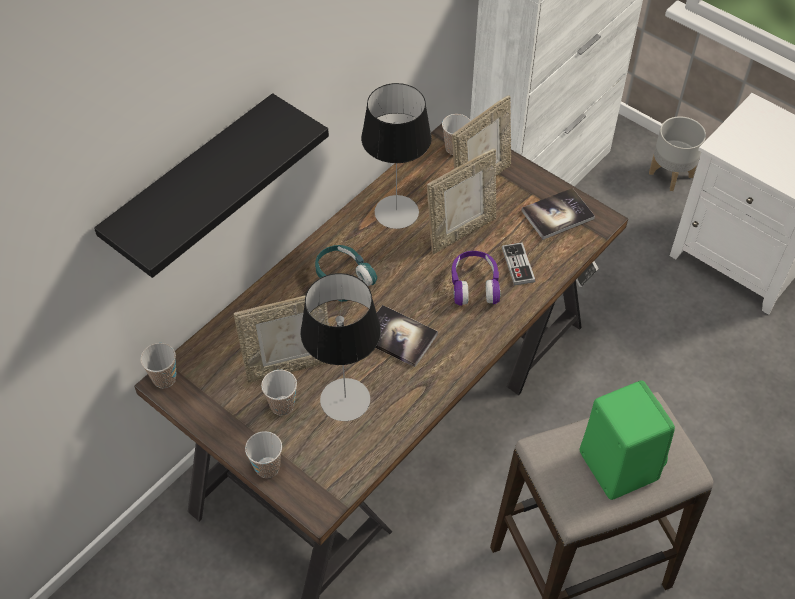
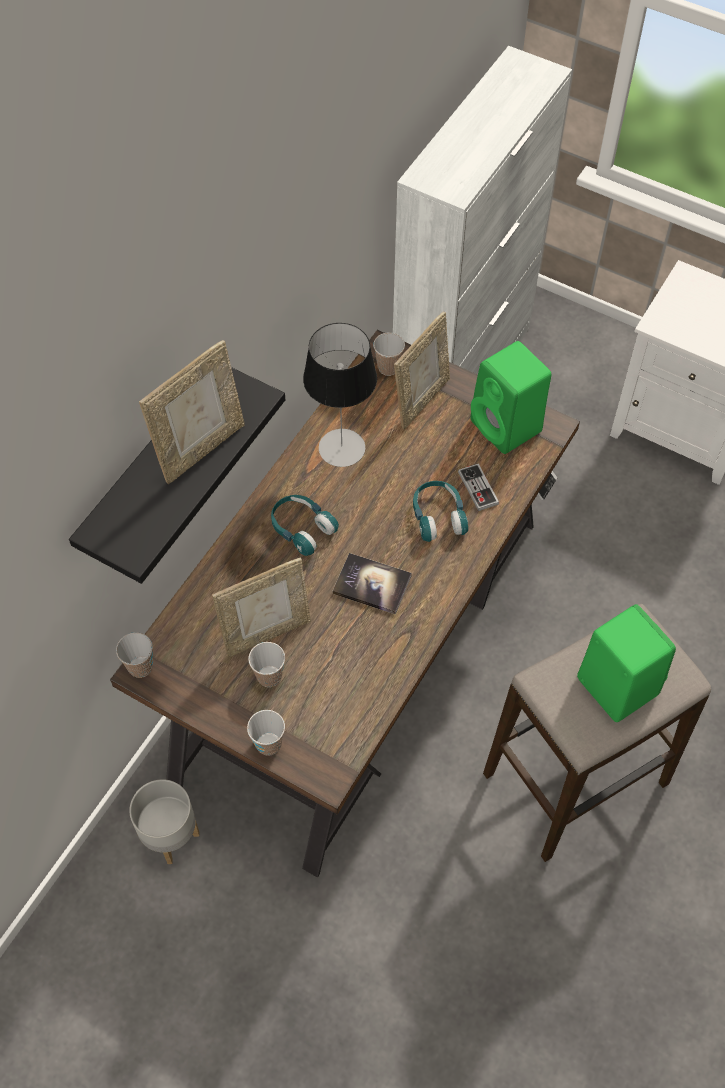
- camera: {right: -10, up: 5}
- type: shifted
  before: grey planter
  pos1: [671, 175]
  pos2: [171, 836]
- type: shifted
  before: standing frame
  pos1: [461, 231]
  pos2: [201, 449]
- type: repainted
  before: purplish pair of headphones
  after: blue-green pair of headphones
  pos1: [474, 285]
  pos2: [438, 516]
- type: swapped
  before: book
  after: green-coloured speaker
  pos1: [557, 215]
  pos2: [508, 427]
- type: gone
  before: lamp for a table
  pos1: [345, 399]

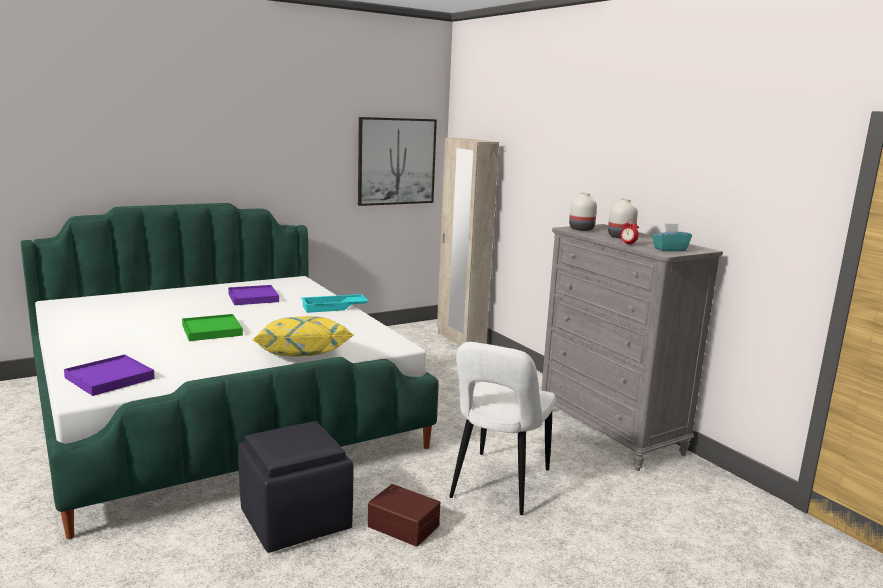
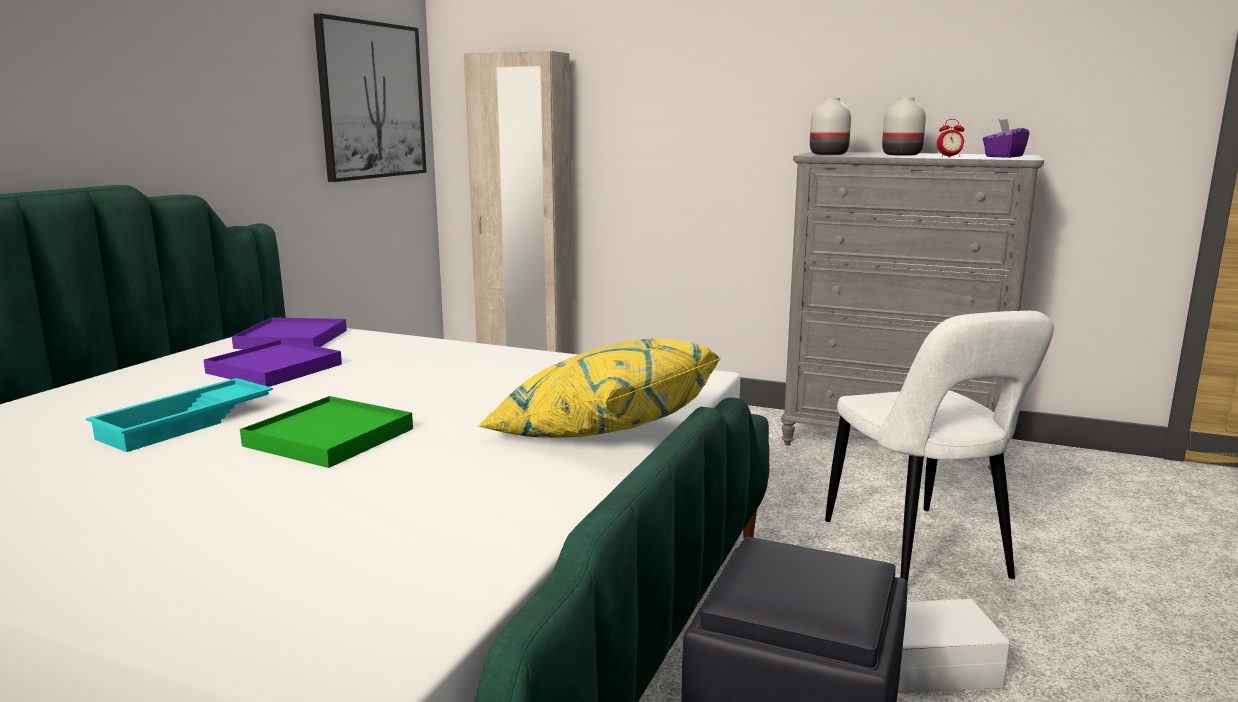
- camera: {right: -35, up: 0}
- type: shifted
  before: blue-green tray
  pos1: [334, 307]
  pos2: [186, 423]
- type: shifted
  before: purplish tray
  pos1: [109, 378]
  pos2: [292, 339]
- type: repainted
  before: brown storage bin
  after: white storage bin
  pos1: [404, 525]
  pos2: [932, 664]
- type: repainted
  before: blue-green tissue holder
  after: purplish tissue holder
  pos1: [669, 249]
  pos2: [1003, 156]

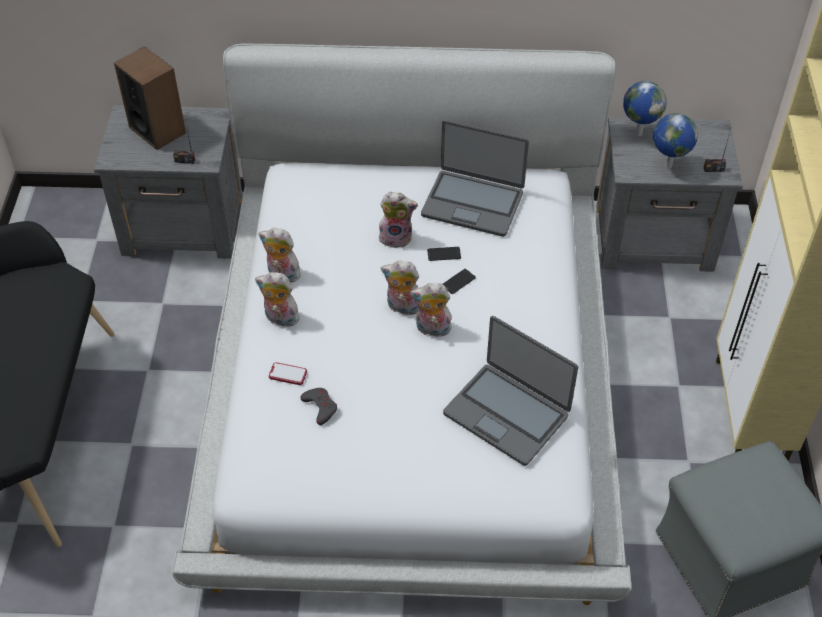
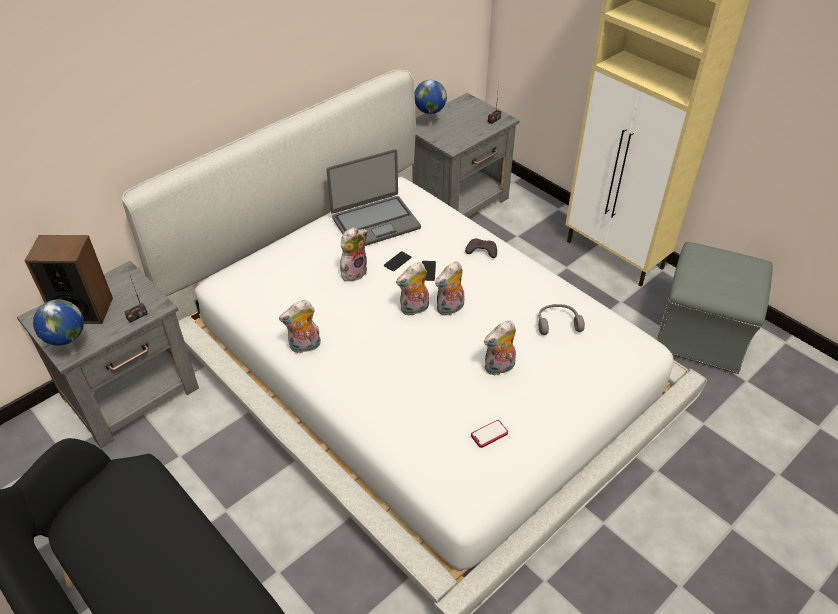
- camera: {right: -45, up: -5}
- type: shifted
  before: globe
  pos1: [667, 166]
  pos2: [71, 352]
- type: shifted
  before: grey gamepad
  pos1: [320, 407]
  pos2: [481, 250]
- type: shifted
  before: telephone
  pos1: [288, 374]
  pos2: [489, 434]
- type: shifted
  before: cuddly toy
  pos1: [280, 319]
  pos2: [499, 368]
- type: swapped
  before: portable computer
  after: grey pair of headphones
  pos1: [507, 413]
  pos2: [557, 323]

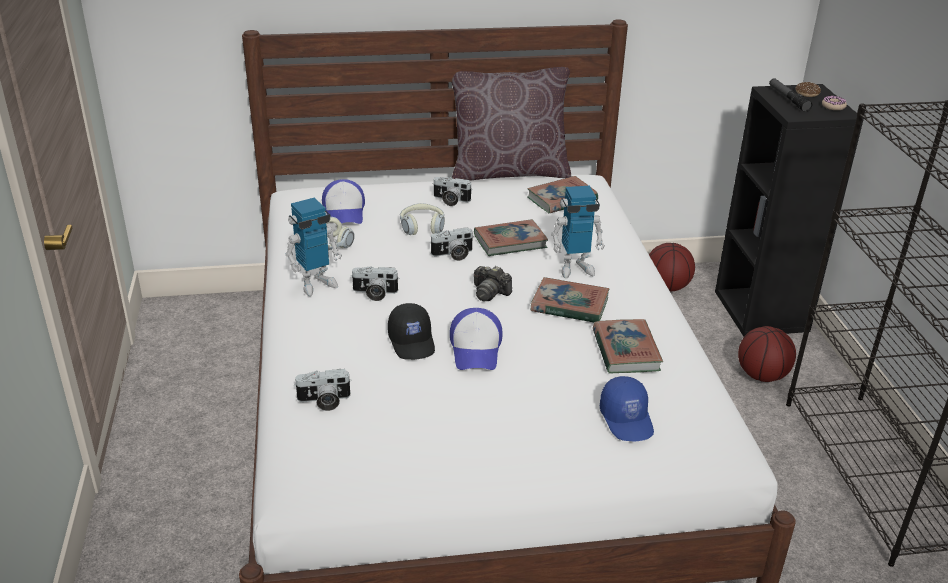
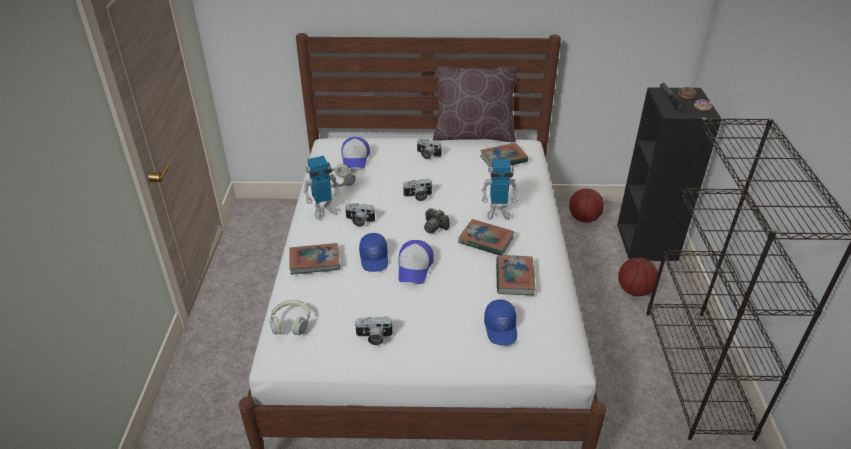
- camera: {right: 10, up: 5}
- type: shifted
  before: pair of headphones
  pos1: [422, 226]
  pos2: [291, 322]
- type: shifted
  before: book
  pos1: [510, 242]
  pos2: [314, 261]
- type: shifted
  before: still camera
  pos1: [324, 401]
  pos2: [374, 337]
- type: repainted
  before: blackish peaked cap
  after: blue-coloured peaked cap
  pos1: [412, 342]
  pos2: [375, 258]

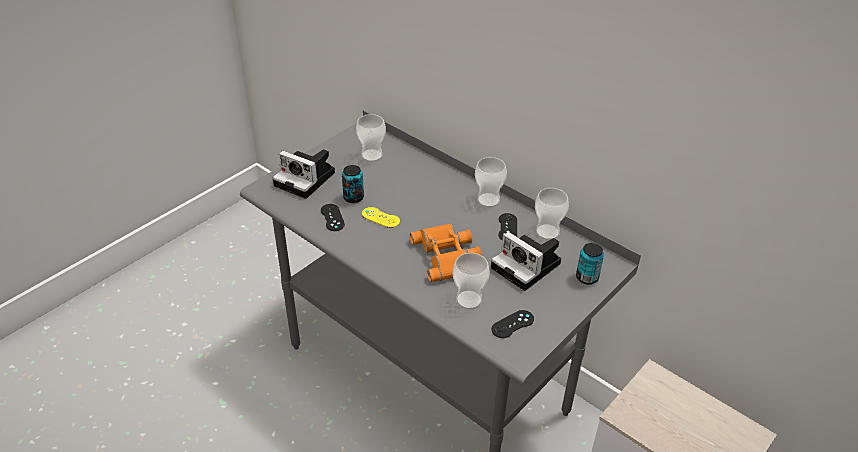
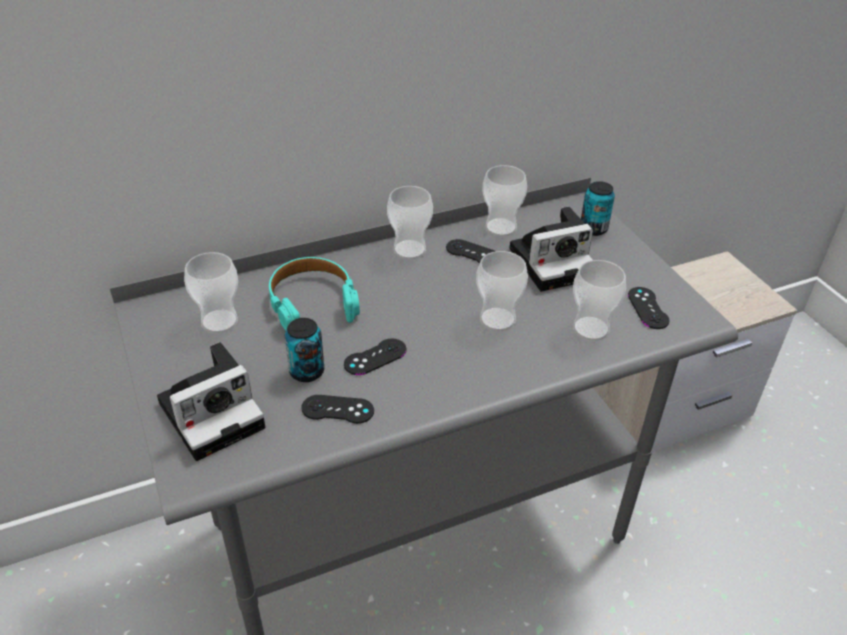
- camera: {right: -65, up: 0}
- type: new
  after: blue-green pair of headphones
  pos2: [312, 302]
- type: repainted
  before: yellow-coloured gamepad
  after: blackish gamepad
  pos1: [380, 217]
  pos2: [375, 357]
- type: swapped
  before: orange-coloured pair of binoculars
  after: cup
  pos1: [447, 256]
  pos2: [497, 319]

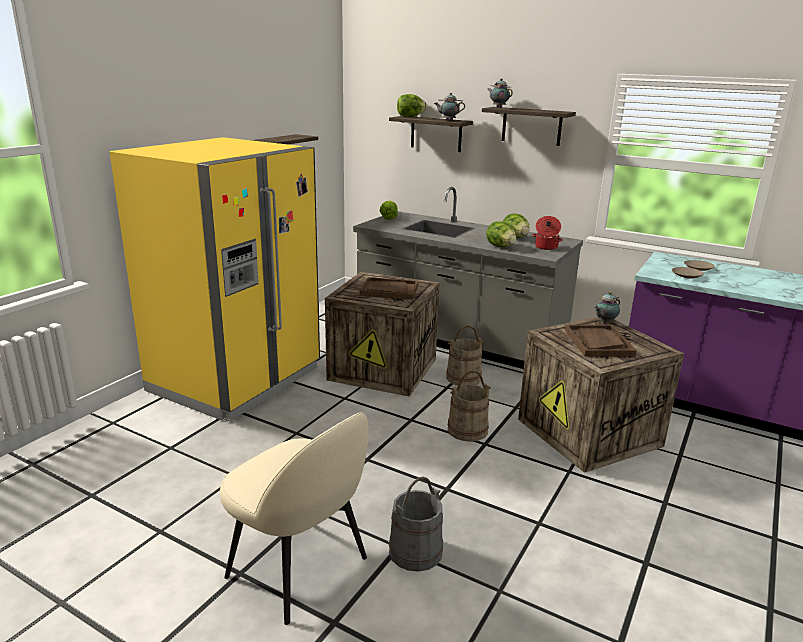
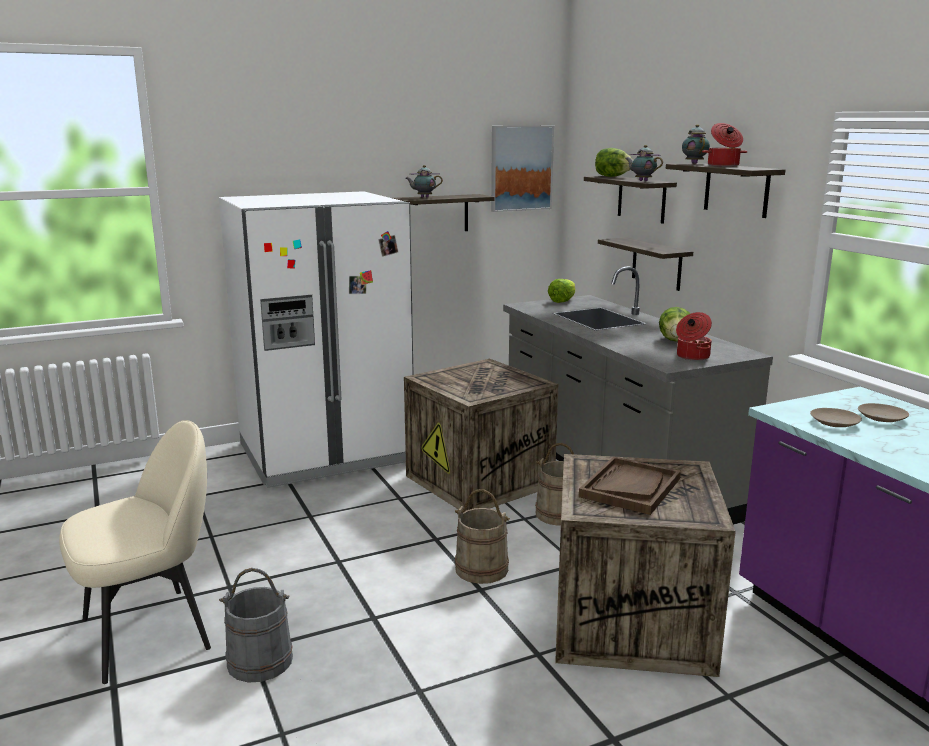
- camera: {right: 35, up: -5}
- type: rotated
  before: beige-coloured chair
  pos1: [300, 569]
  pos2: [150, 632]
  turn: -105
- type: repainted
  before: yellow-coloured refrigerator
  after: white refrigerator
  pos1: [236, 380]
  pos2: [325, 453]
- type: shifted
  before: tea pot
  pos1: [604, 323]
  pos2: [423, 197]
- type: new
  after: wall art
  pos2: [521, 168]
- type: new
  after: wall shelf
  pos2: [656, 264]
- type: new
  after: stockpot
  pos2: [723, 166]
- type: gone
  before: brown tray
  pos1: [389, 290]
- type: gone
  before: lettuce
  pos1: [500, 247]

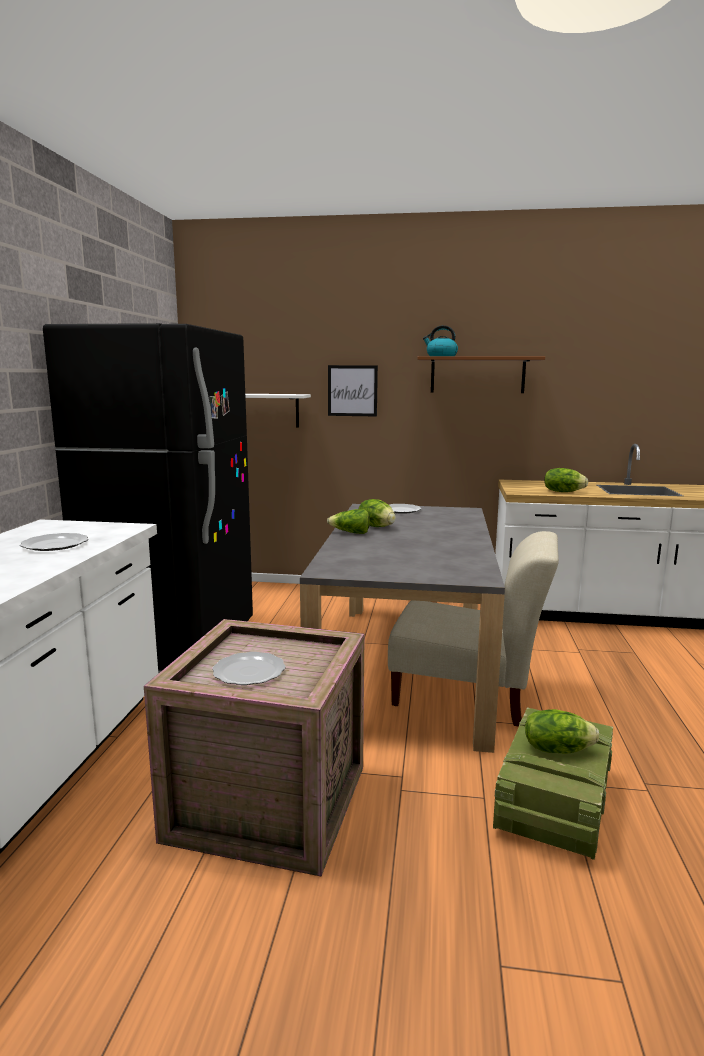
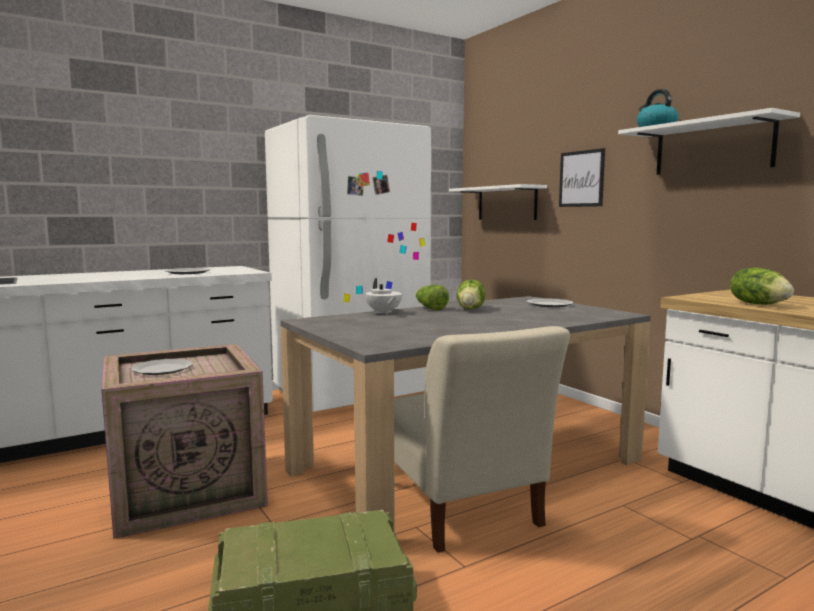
- camera: {right: 50, up: -5}
- type: repainted
  before: blackish refrigerator
  after: white refrigerator
  pos1: [174, 645]
  pos2: [350, 394]
- type: new
  after: white tea pot
  pos2: [383, 313]
- type: repainted
  before: brown wall shelf
  after: white wall shelf
  pos1: [477, 375]
  pos2: [712, 147]
- type: gone
  before: lettuce
  pos1: [557, 749]

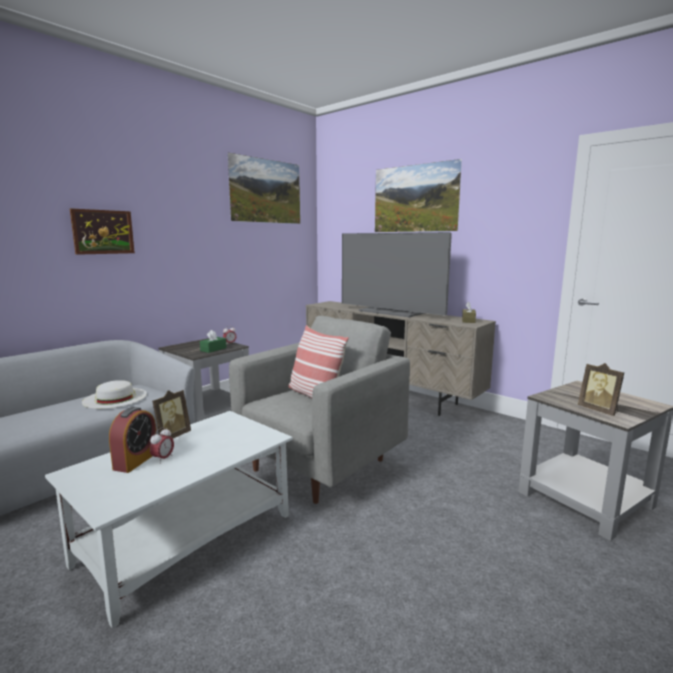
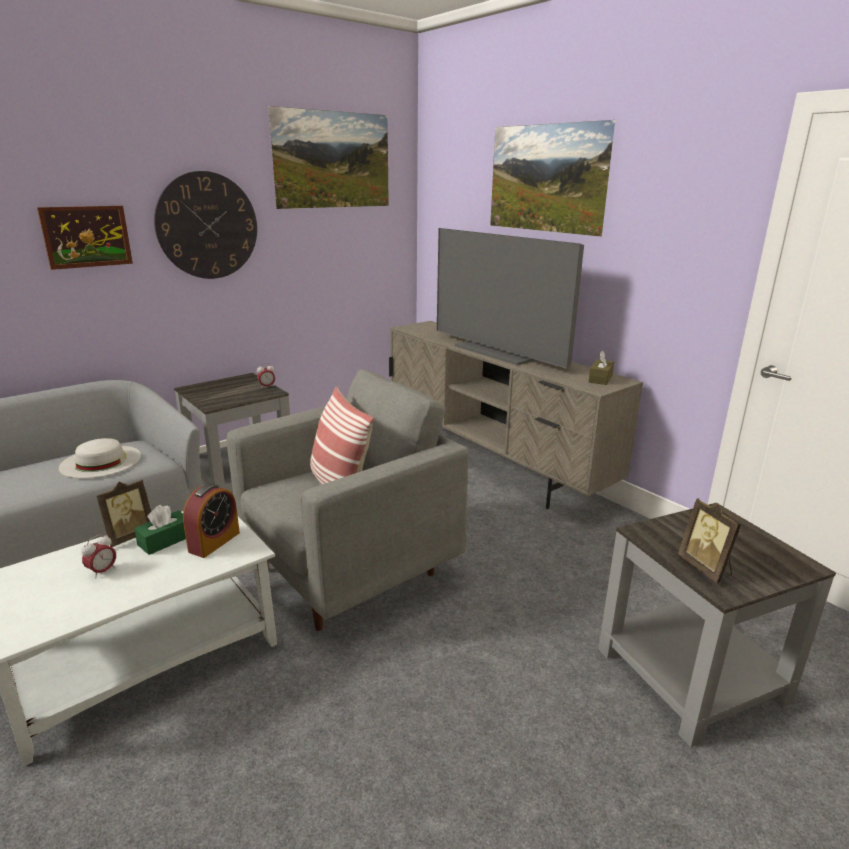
- camera: {right: 10, up: 10}
- type: shifted
  before: green-coloured tissue holder
  pos1: [213, 349]
  pos2: [165, 540]
- type: new
  after: wall clock
  pos2: [207, 226]
- type: shifted
  before: bedside clock
  pos1: [136, 460]
  pos2: [214, 542]

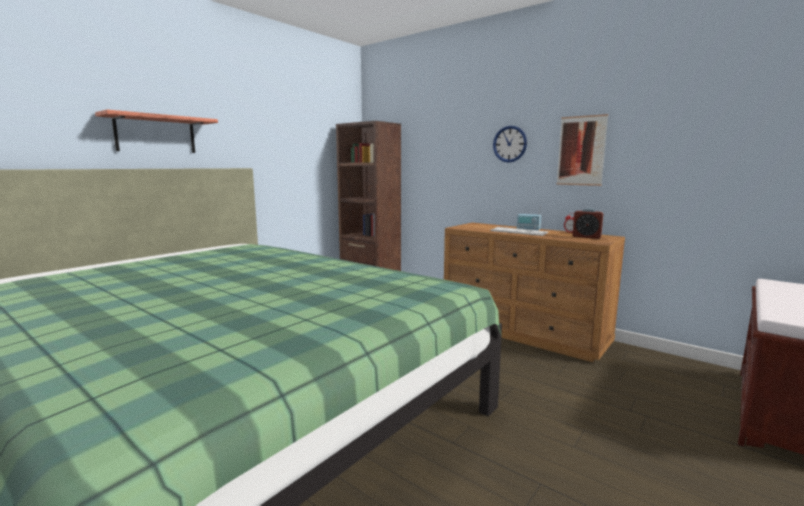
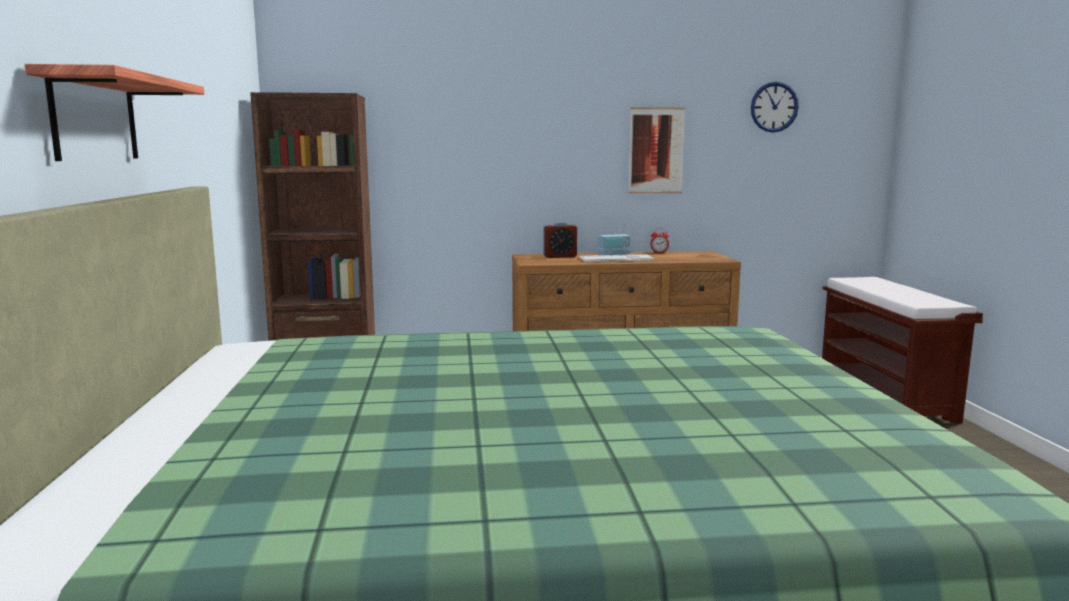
- camera: {right: -45, up: 0}
- type: shifted
  before: bedside clock
  pos1: [586, 237]
  pos2: [560, 256]
- type: shifted
  before: wall clock
  pos1: [509, 144]
  pos2: [774, 107]

